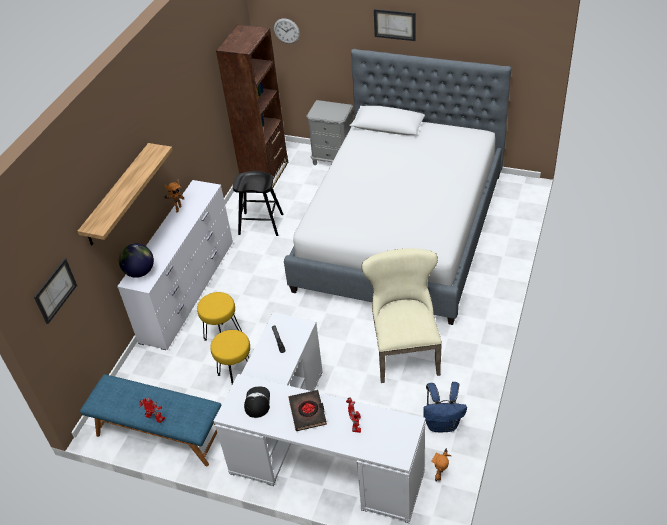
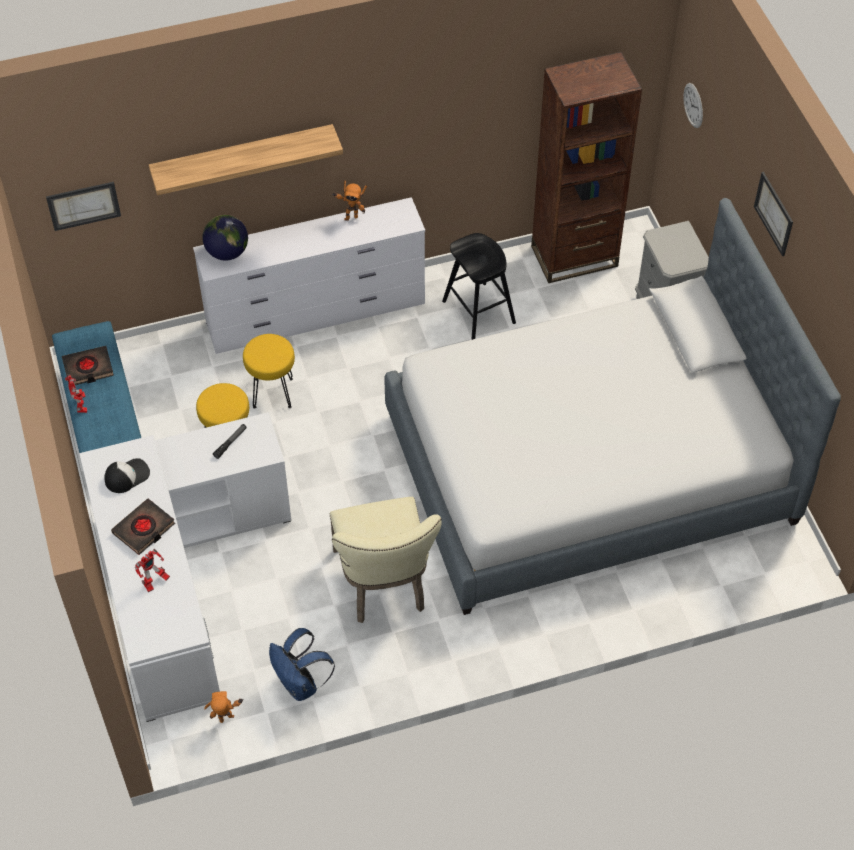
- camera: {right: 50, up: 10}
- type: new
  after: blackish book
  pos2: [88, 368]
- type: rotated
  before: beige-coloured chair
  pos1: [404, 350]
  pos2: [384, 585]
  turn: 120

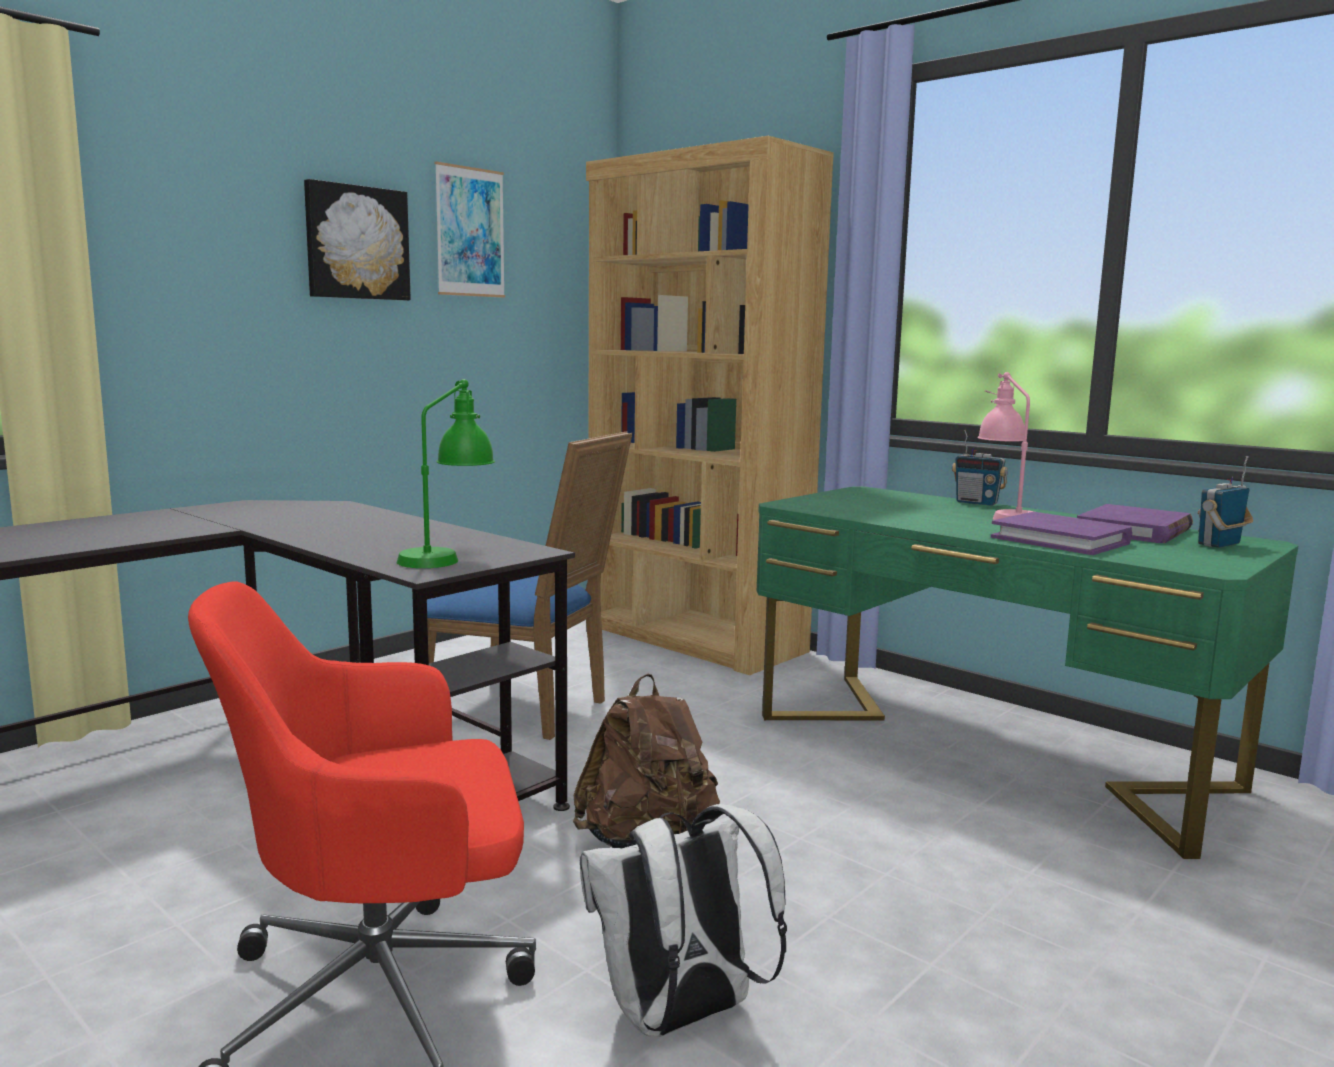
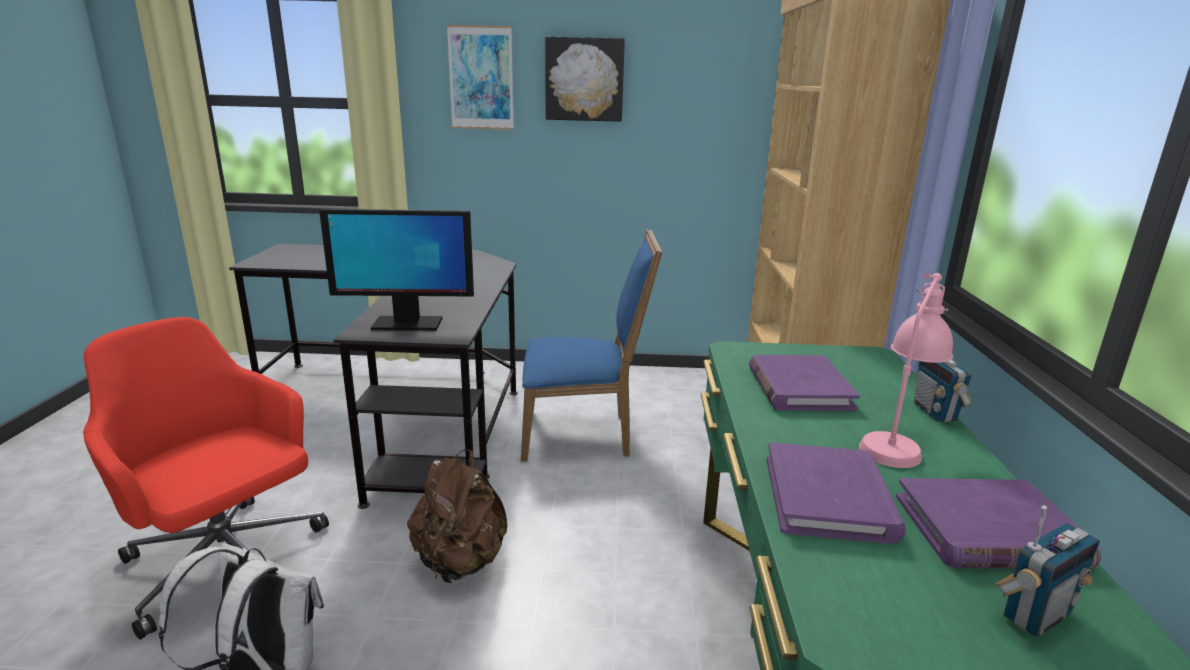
- camera: {right: 50, up: 10}
- type: swapped
  before: green-coloured lamp for a table
  after: monitor
  pos1: [447, 556]
  pos2: [406, 324]
- type: shifted
  before: wall art
  pos1: [470, 232]
  pos2: [481, 78]
- type: rotated
  before: blue-coloured chair
  pos1: [525, 709]
  pos2: [583, 434]
  turn: -75
- type: new
  after: purplish book
  pos2: [798, 388]
- type: rotated
  before: radio receiver
  pos1: [1220, 544]
  pos2: [1035, 614]
  turn: 135

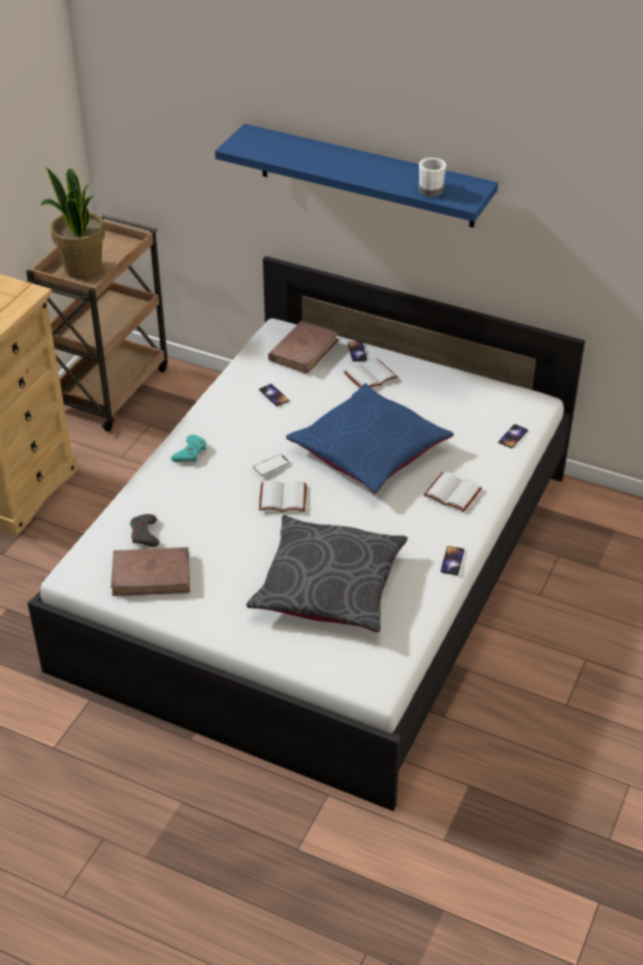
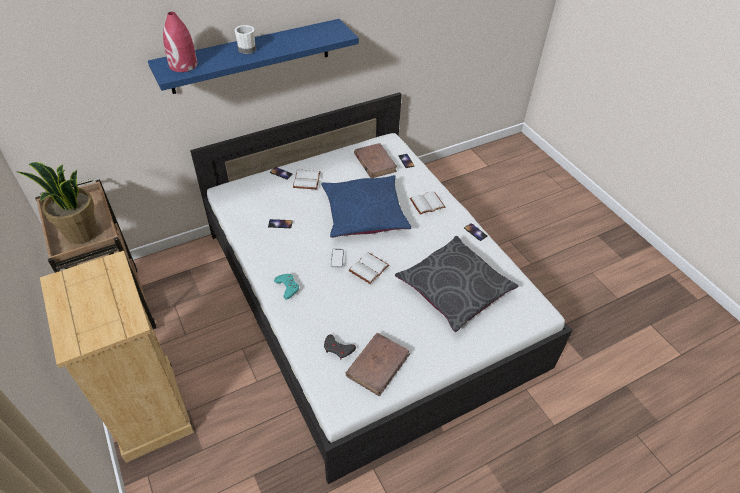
- camera: {right: -55, up: 5}
- type: new
  after: reddish vase
  pos2: [183, 65]
- type: shifted
  before: white coffee mug
  pos1: [431, 189]
  pos2: [245, 48]
- type: shifted
  before: brown book
  pos1: [303, 350]
  pos2: [375, 162]

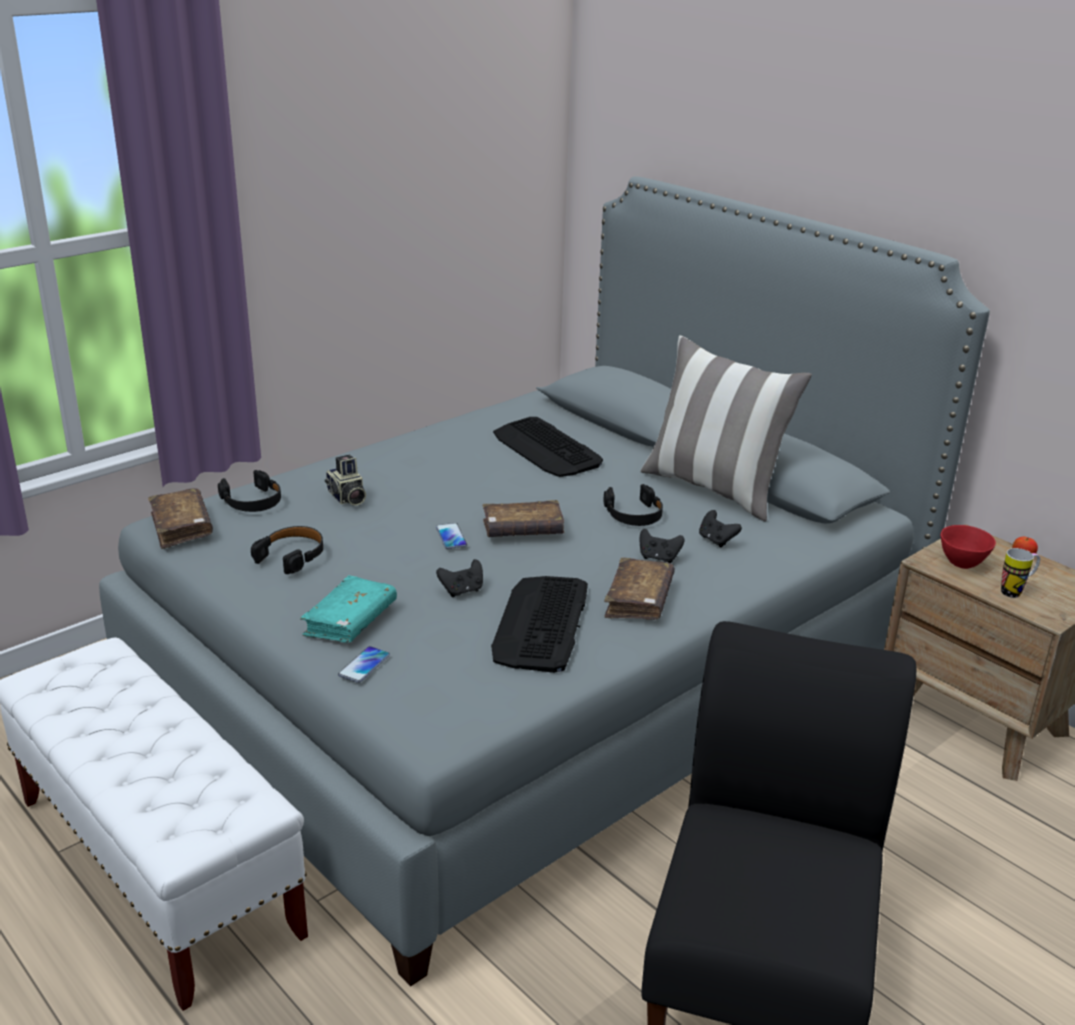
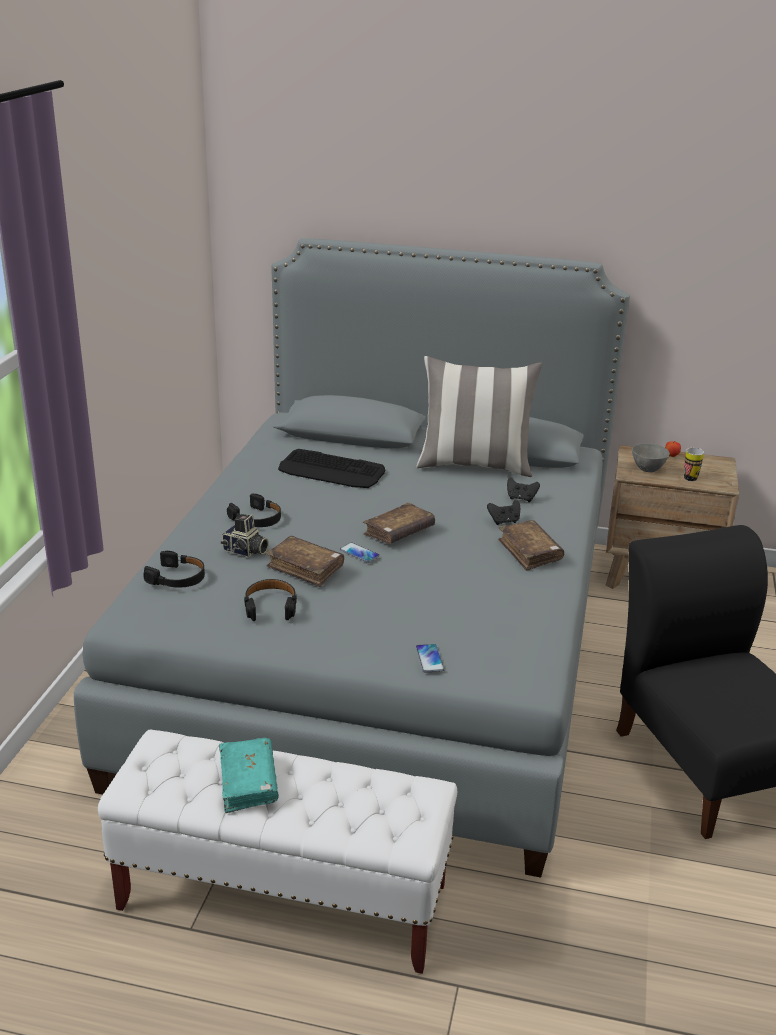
- camera: {right: -35, up: 0}
- type: shifted
  before: blue-green book
  pos1: [350, 621]
  pos2: [248, 783]
- type: shifted
  before: blackish pair of headphones
  pos1: [634, 514]
  pos2: [257, 519]
- type: shifted
  before: brown book
  pos1: [181, 527]
  pos2: [305, 568]
- type: repainted
  before: reddish bowl
  after: grey bowl
  pos1: [962, 564]
  pos2: [648, 470]
- type: gone
  before: blackish gamepad
  pos1: [462, 591]
- type: gone
  before: computer keyboard
  pos1: [541, 624]

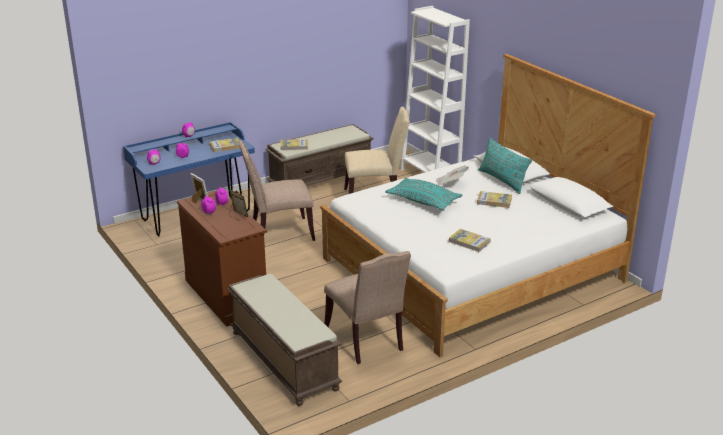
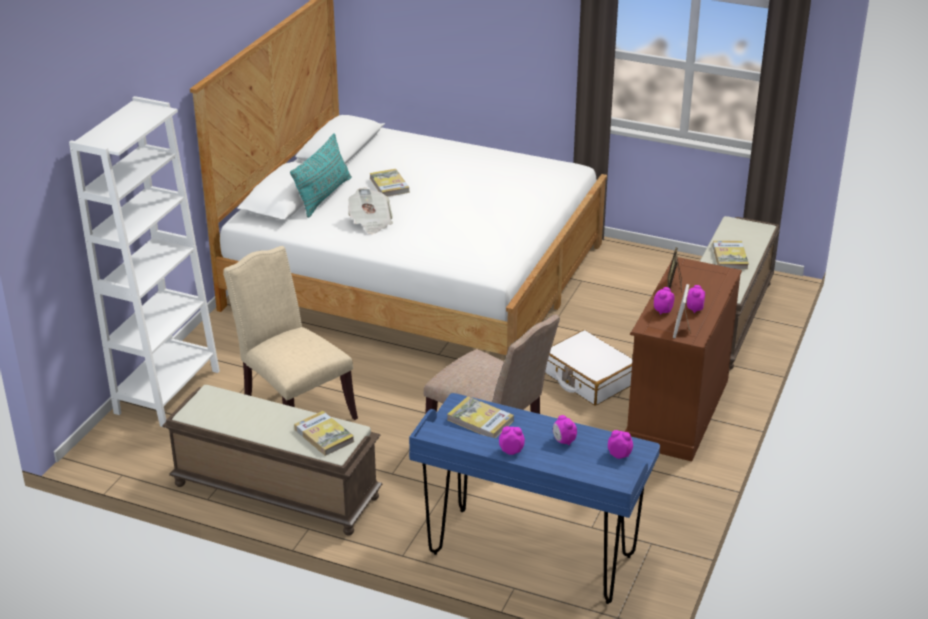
- camera: {right: -125, up: 5}
- type: new
  after: white piece of luggage
  pos2: [588, 378]
- type: shifted
  before: book
  pos1: [469, 242]
  pos2: [730, 257]
- type: gone
  before: beige-coloured chair
  pos1: [367, 341]
- type: gone
  before: blue-green cushion
  pos1: [423, 201]

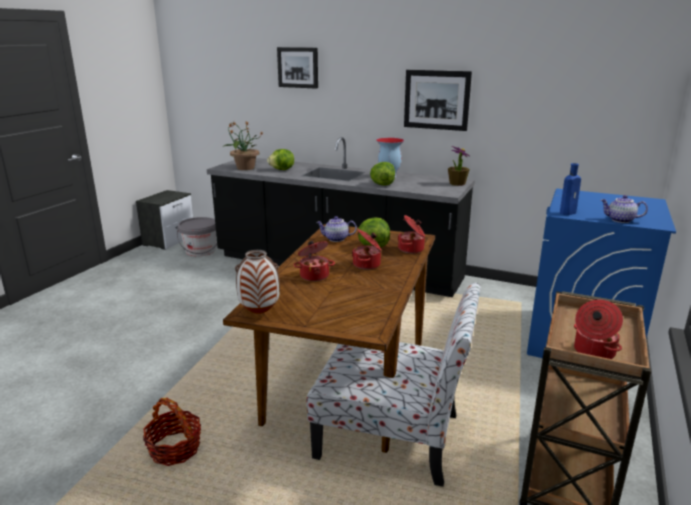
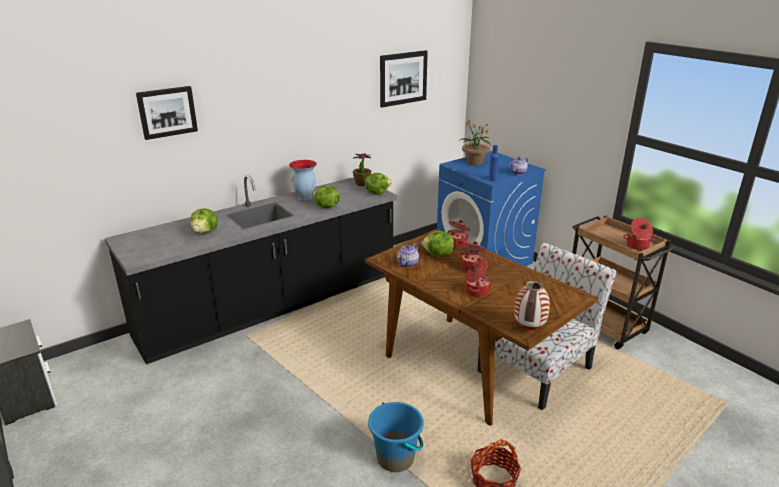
- camera: {right: -60, up: 5}
- type: new
  after: lettuce
  pos2: [377, 193]
- type: new
  after: blue-coloured pail
  pos2: [396, 458]
- type: shifted
  before: wall art
  pos1: [436, 100]
  pos2: [403, 78]
- type: shifted
  before: potted plant
  pos1: [245, 168]
  pos2: [474, 162]
- type: gone
  before: grey pail
  pos1: [200, 251]

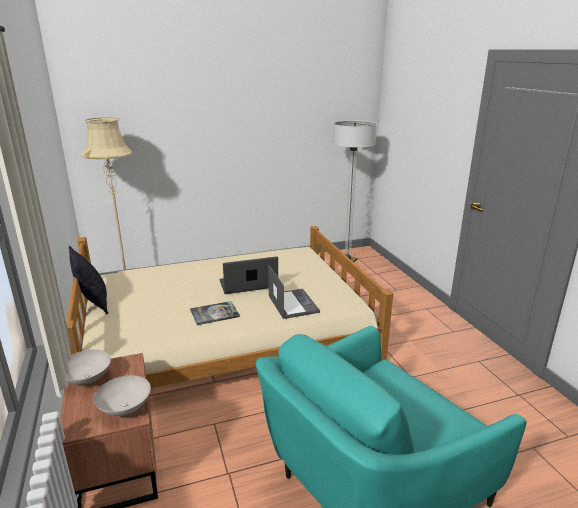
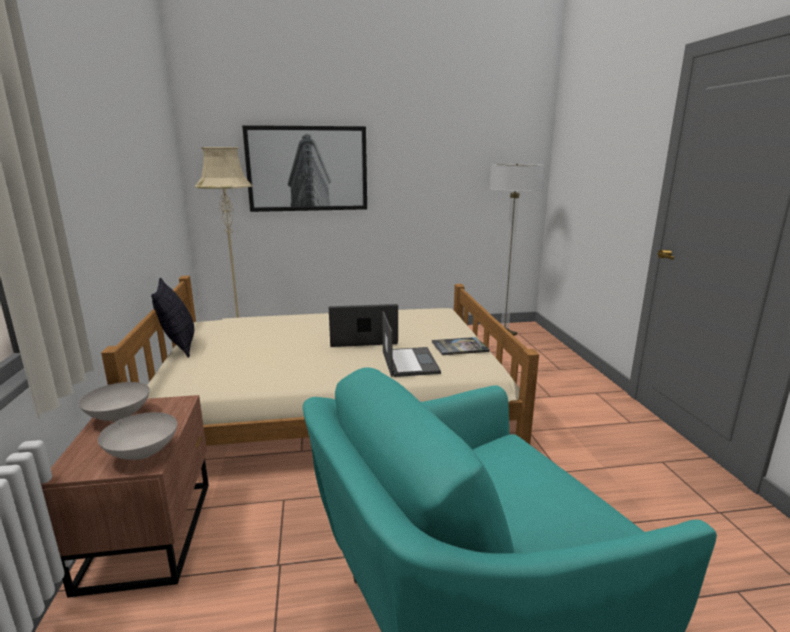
- camera: {right: 10, up: -5}
- type: new
  after: wall art
  pos2: [307, 169]
- type: shifted
  before: book
  pos1: [214, 313]
  pos2: [459, 347]

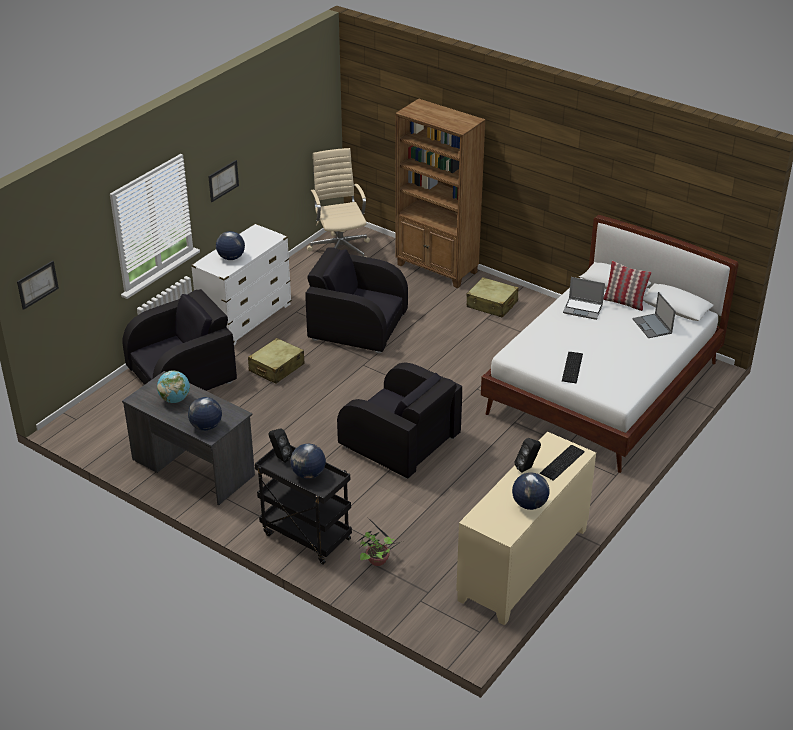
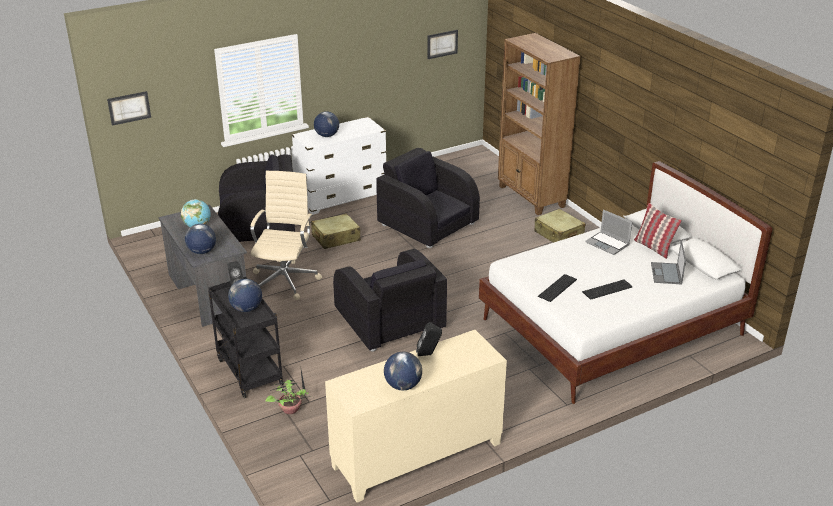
- camera: {right: 25, up: -5}
- type: shifted
  before: beige-coloured desk chair
  pos1: [340, 249]
  pos2: [285, 280]
- type: shifted
  before: wall art
  pos1: [223, 180]
  pos2: [442, 44]
- type: shifted
  before: computer keyboard
  pos1: [563, 462]
  pos2: [608, 290]

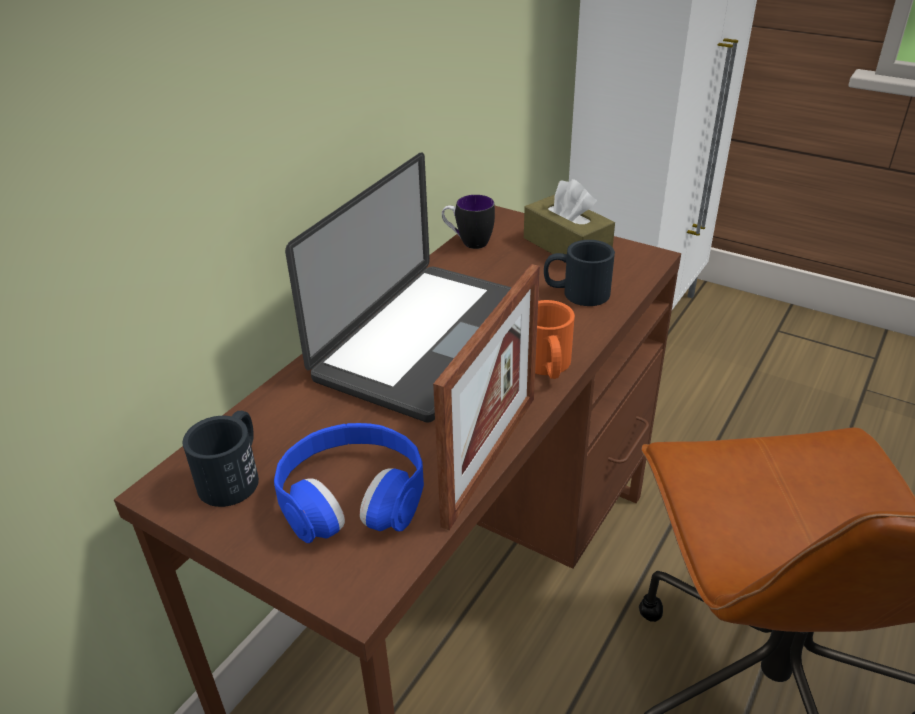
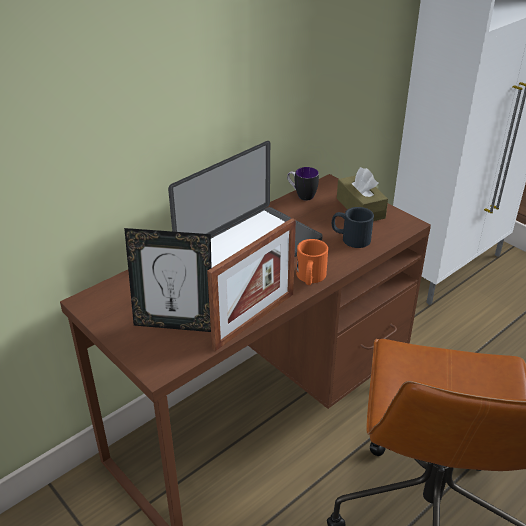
- camera: {right: 15, up: 0}
- type: swapped
  before: blue-coloured pair of headphones
  after: standing frame
  pos1: [352, 496]
  pos2: [174, 324]
- type: gone
  before: blackish coffee mug
  pos1: [234, 474]

